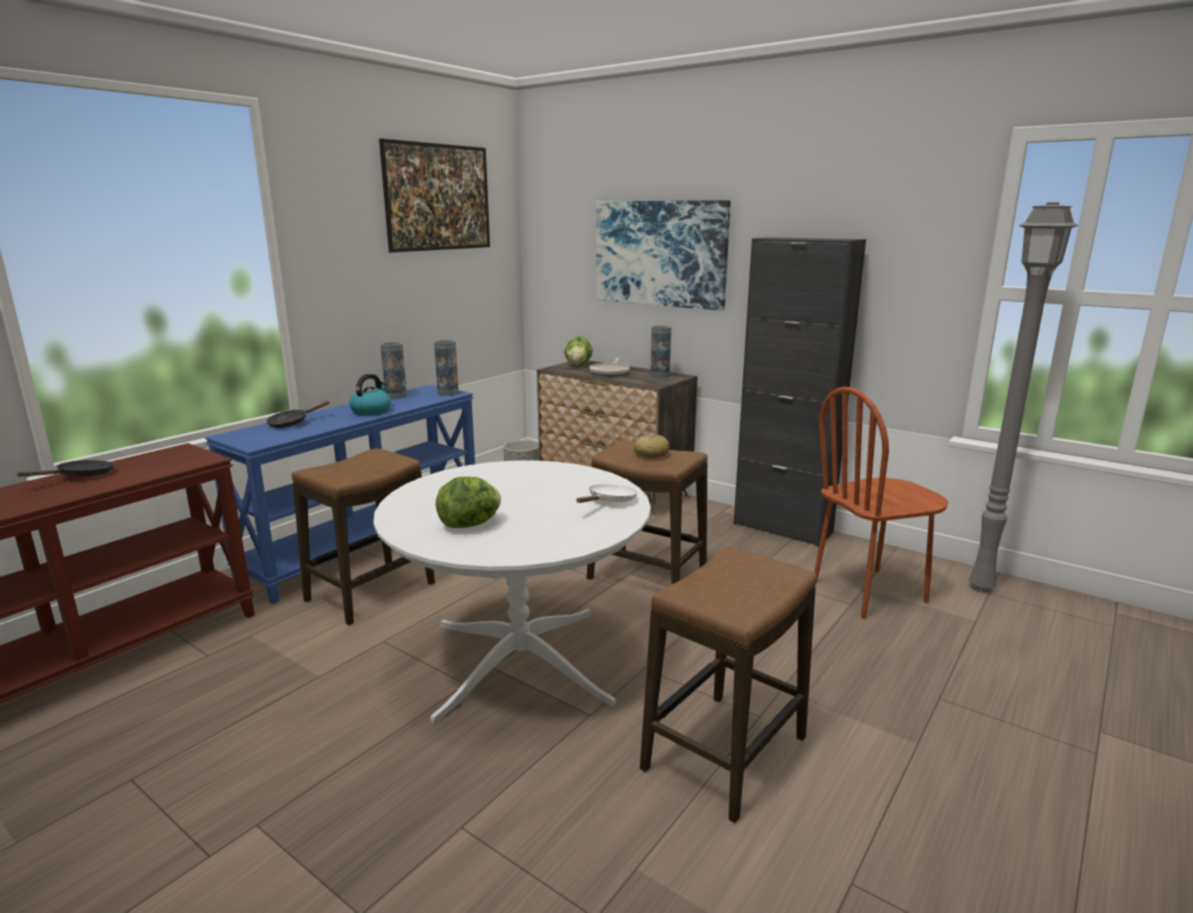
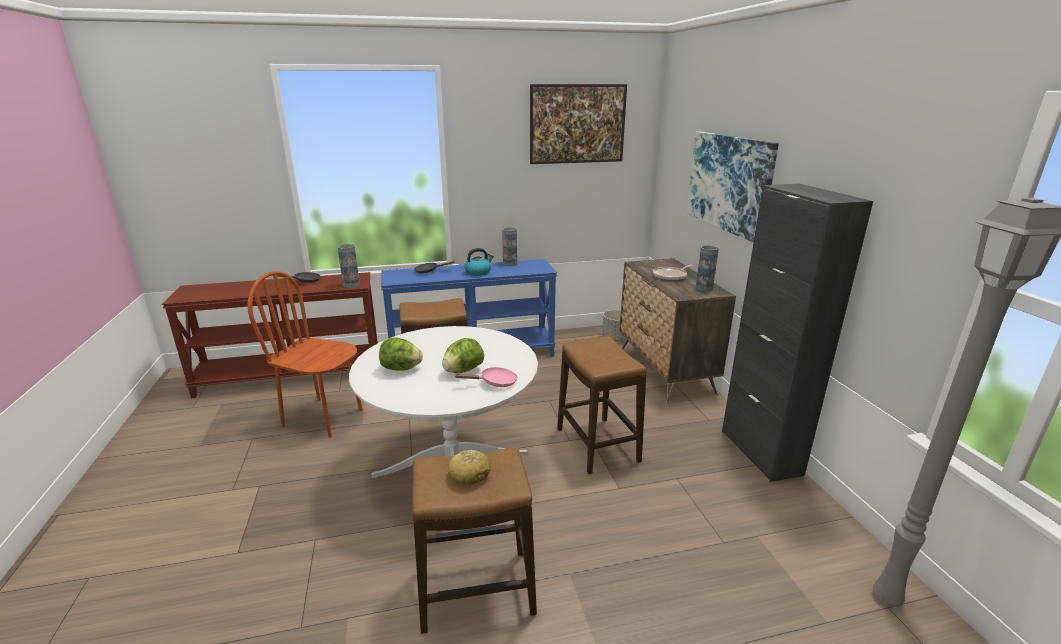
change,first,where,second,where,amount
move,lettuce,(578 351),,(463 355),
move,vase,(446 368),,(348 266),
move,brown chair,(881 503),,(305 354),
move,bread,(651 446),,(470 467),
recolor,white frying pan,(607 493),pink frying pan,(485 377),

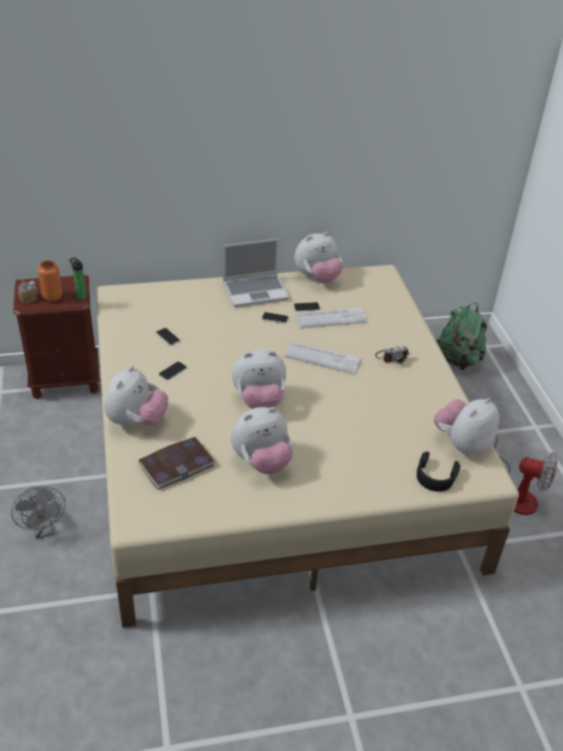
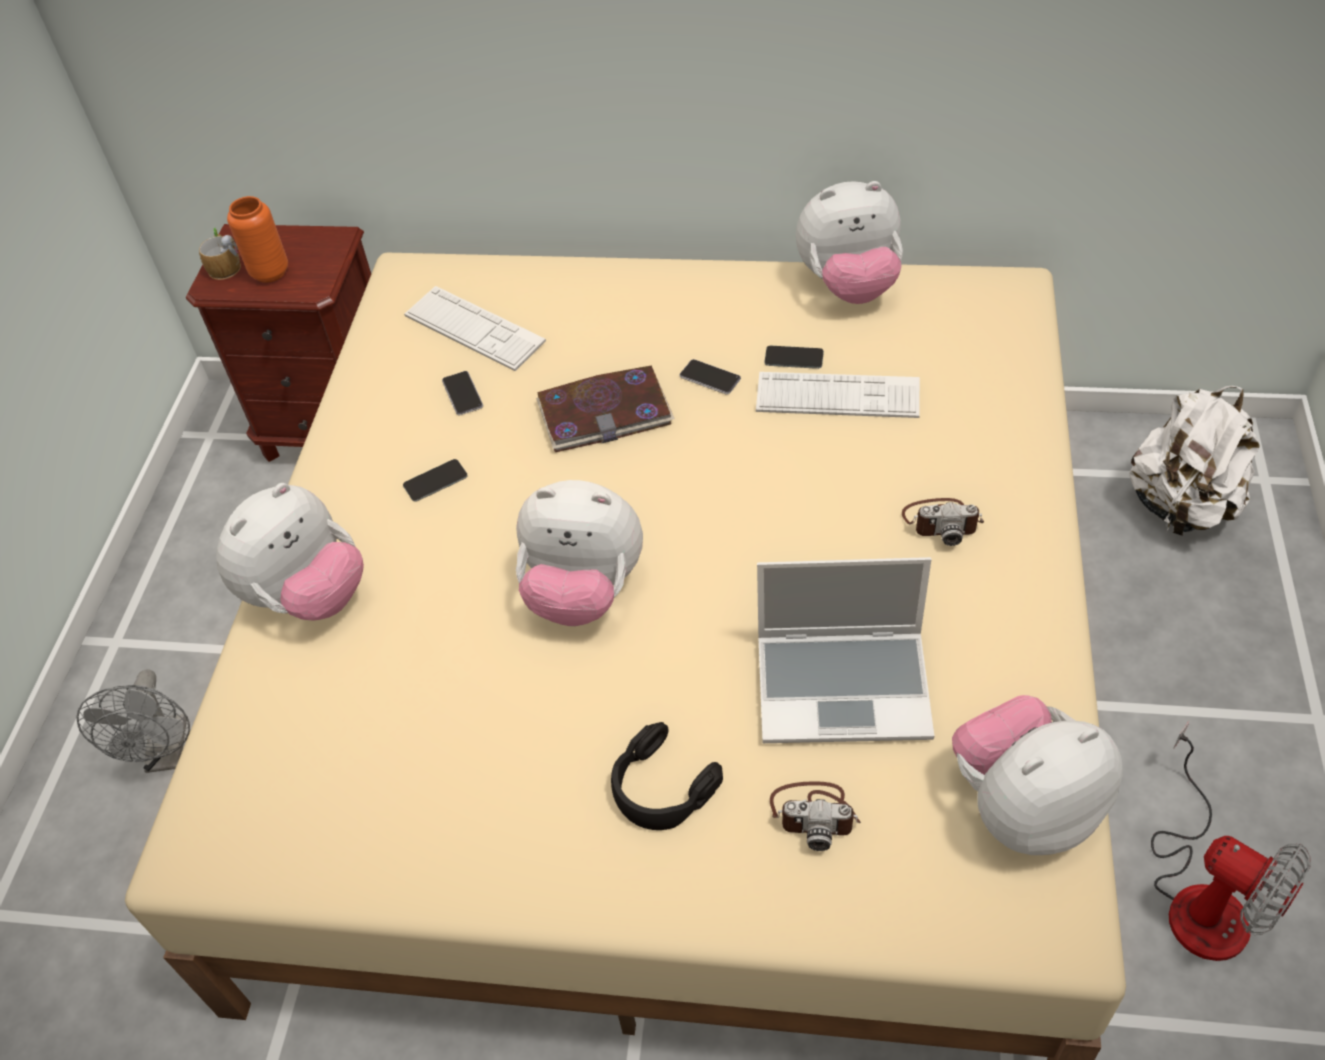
change,first,where,second,where,amount
move,laptop,(256 273),,(845 650),
delete,bottle,(78 278),,,
recolor,green backpack,(461 336),white backpack,(1194 461),
move,keyboard,(322 357),,(475 328),
delete,plush toy,(262 440),,,
move,book,(177 463),,(605 408),
move,black headphones,(439 472),,(667 776),
insert,,,photo camera,(815 816),

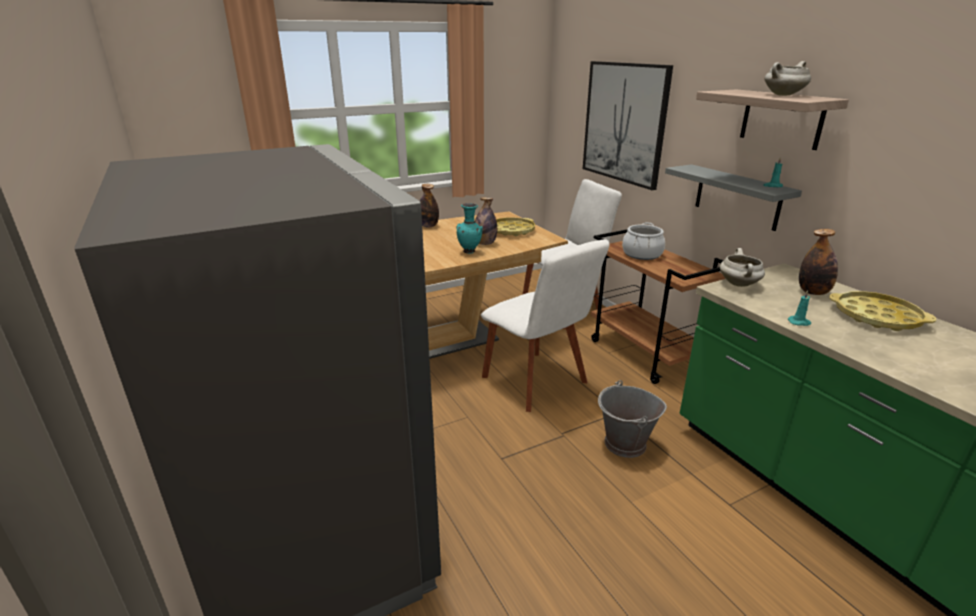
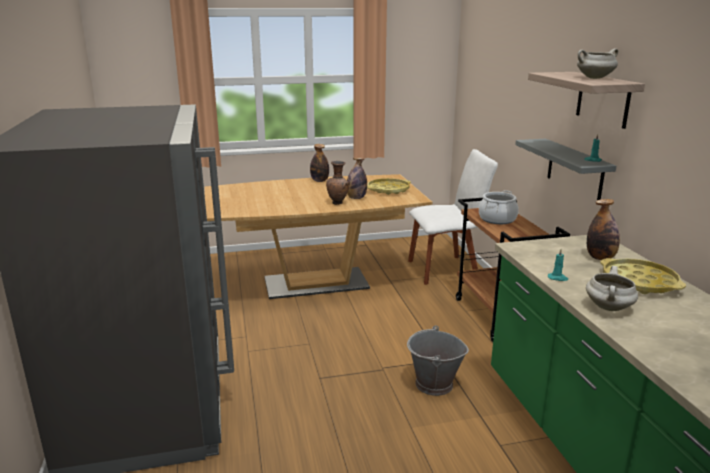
change,first,where,second,where,amount
delete,picture,(628 125),,,
recolor,turquoise vase,(469 228),brown vase,(338 183),
delete,white chair,(545 325),,,
move,white cooking pot,(742 267),,(612 288),

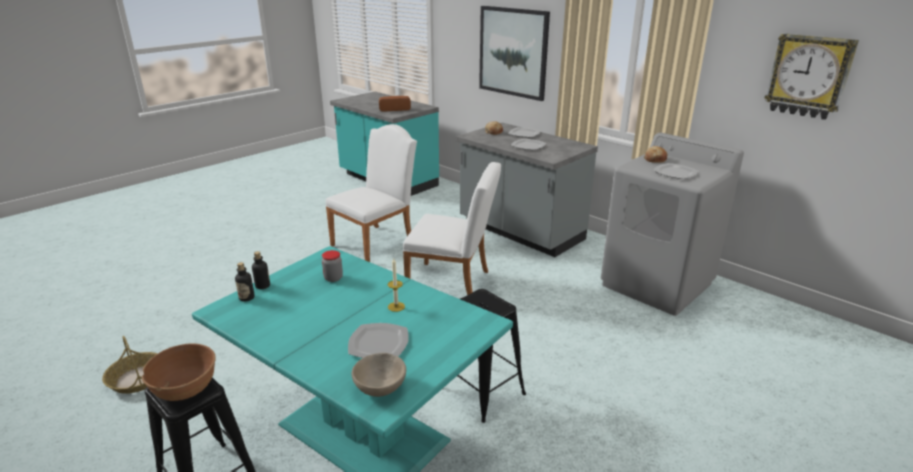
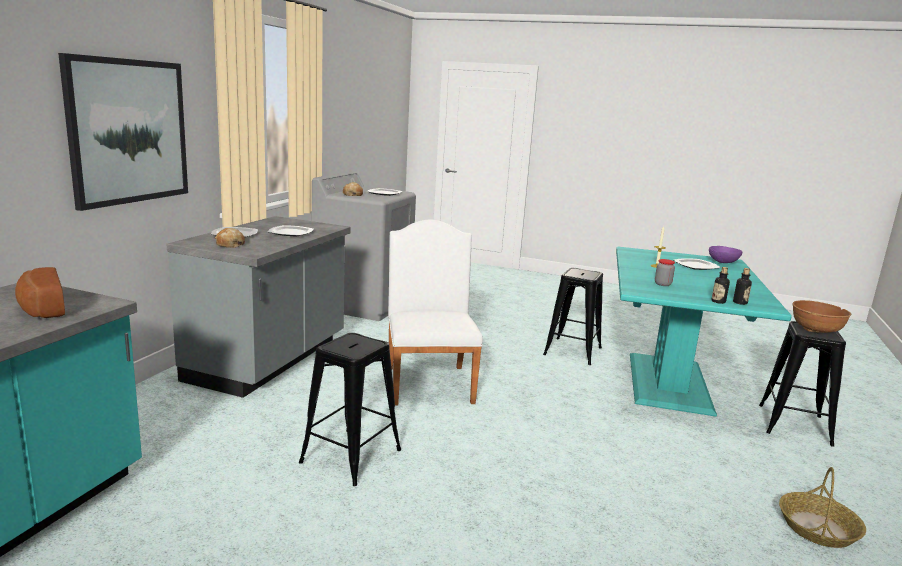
change,first,where,second,where,amount
delete,wall clock,(811 76),,,
replace,white chair,(371 193),black stool,(350 409),
recolor,beige bowl,(379 374),purple bowl,(725 254),

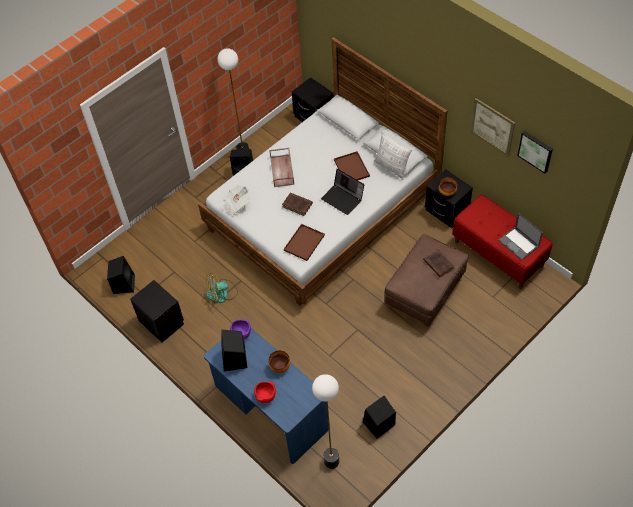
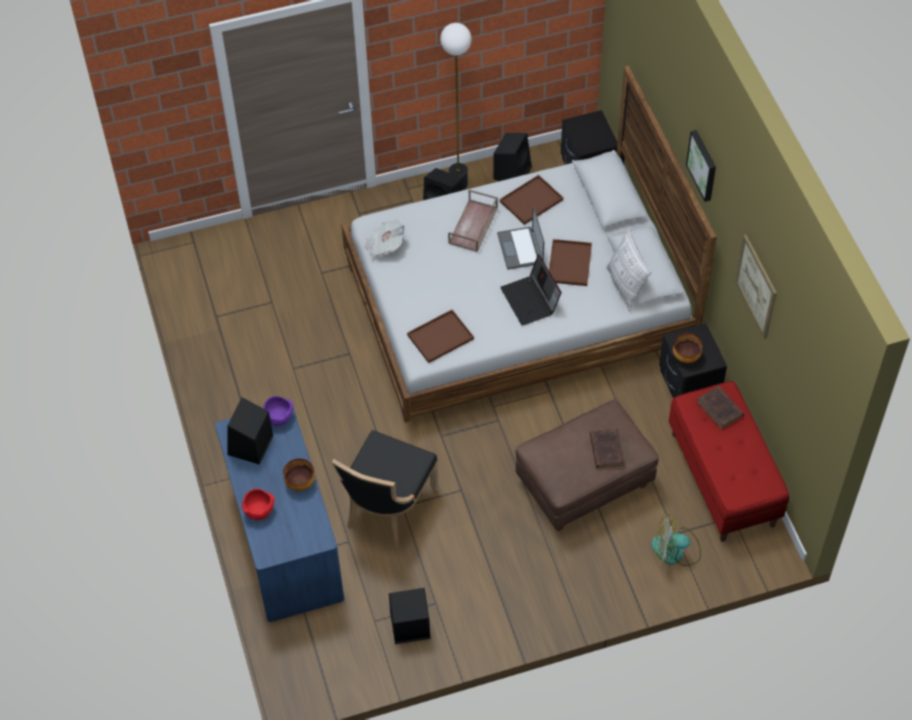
change,first,where,second,where,amount
move,picture,(535 152),,(701 166),
move,brown book,(297 204),,(720 408),
move,laptop,(520 236),,(520 237),
move,black speaker,(121 275),,(512 157),
move,fan,(222 288),,(676 540),
delete,black nightstand,(157 311),,,
delete,floor lamp,(325 421),,,
insert,,,brown tray,(531 200),
insert,,,black chair,(386 489),

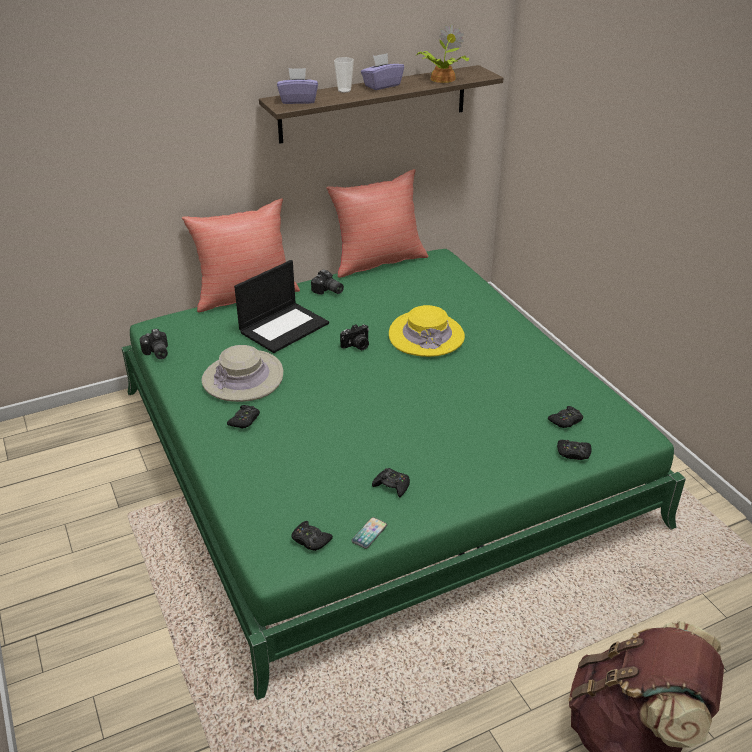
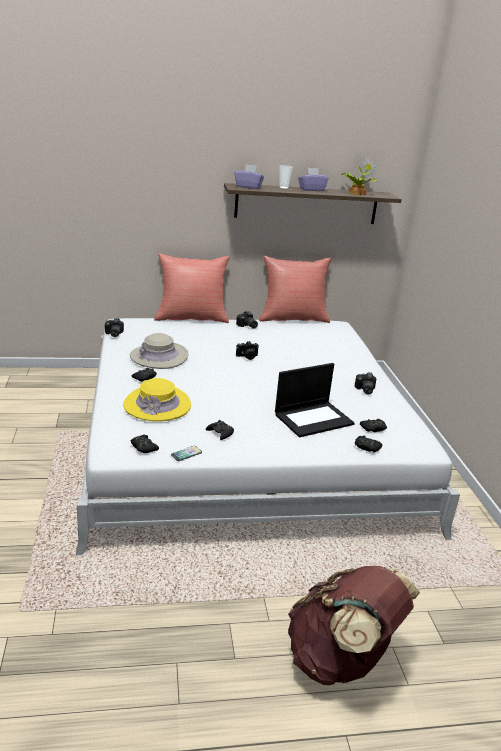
change,first,where,second,where,amount
recolor,green bed,(404 474),white bed,(268 436),
move,laptop,(281 306),,(315 400),
move,yellow hat,(427 331),,(157 399),
insert,,,photo camera,(365 383),

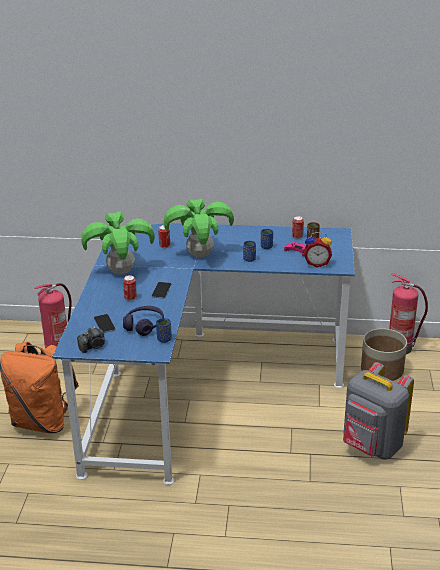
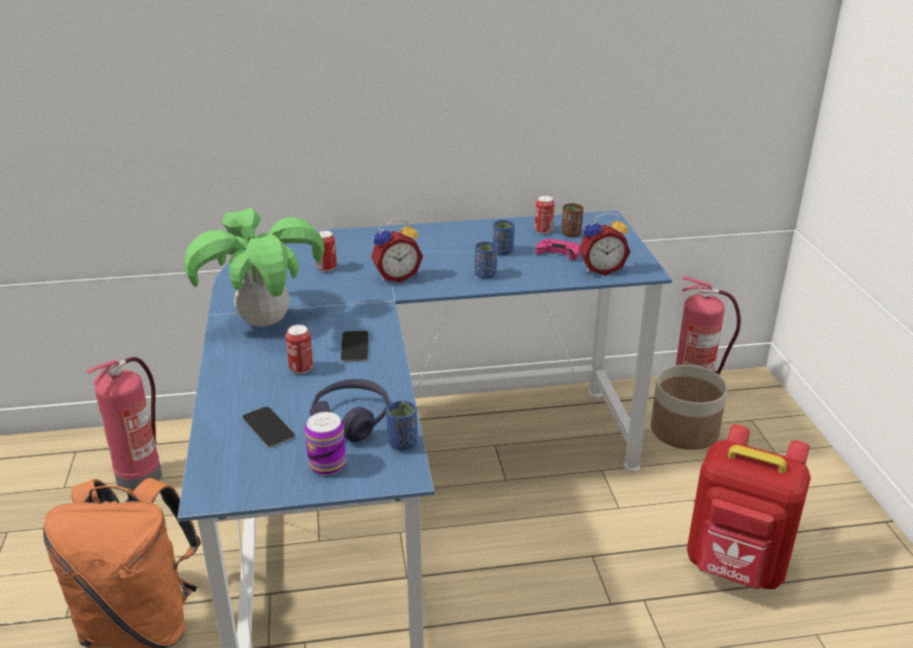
change,first,where,second,where,amount
replace,potted plant,(199 228),alarm clock,(397 250),
delete,photo camera,(91 339),,,
recolor,grey backpack,(378 411),red backpack,(749 506),
insert,,,can,(325 443),

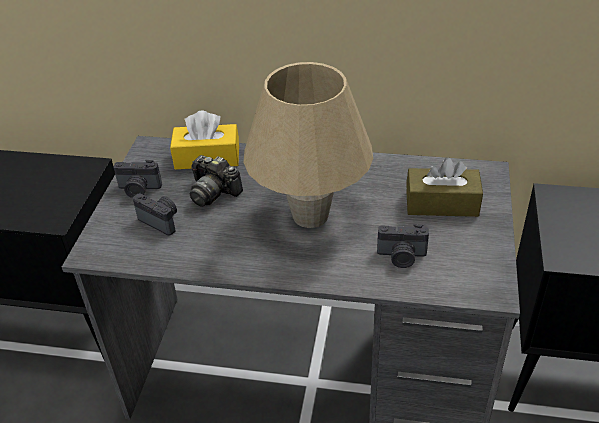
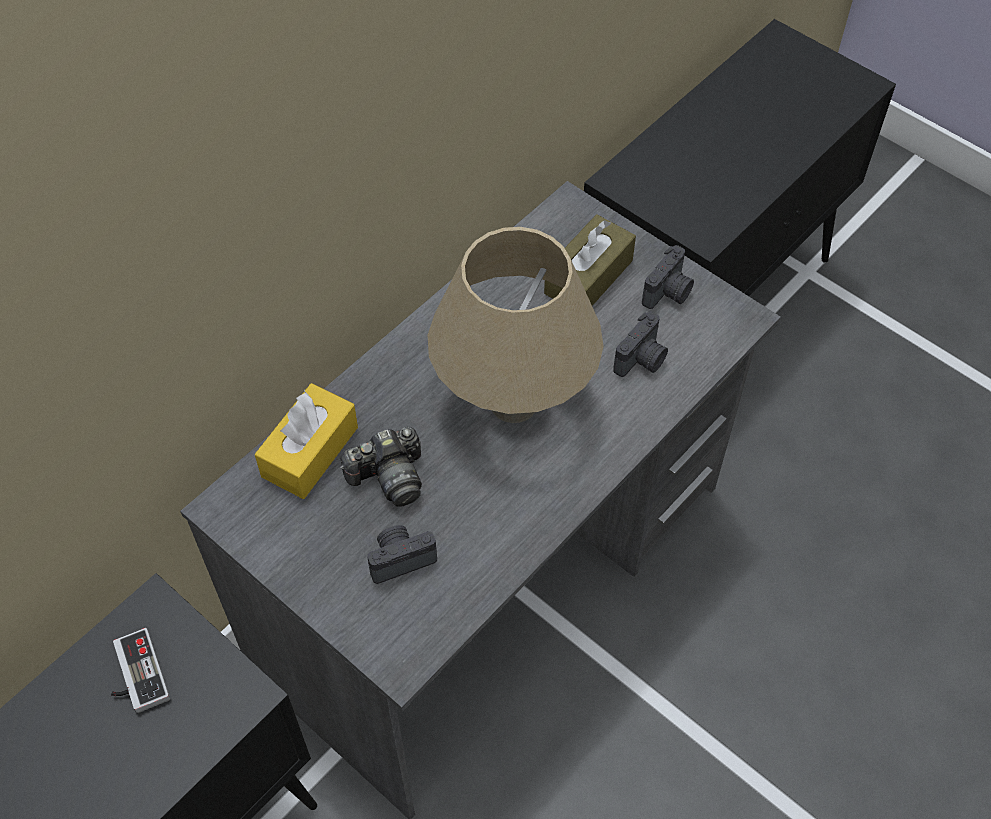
change,first,where,second,where,amount
move,photo camera,(137 179),,(668 277),
insert,,,game controller,(140 670),

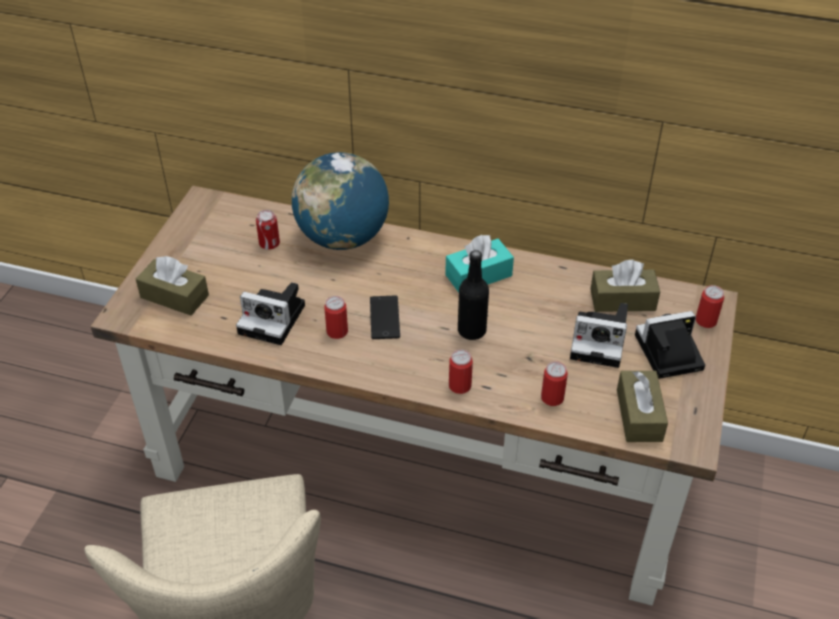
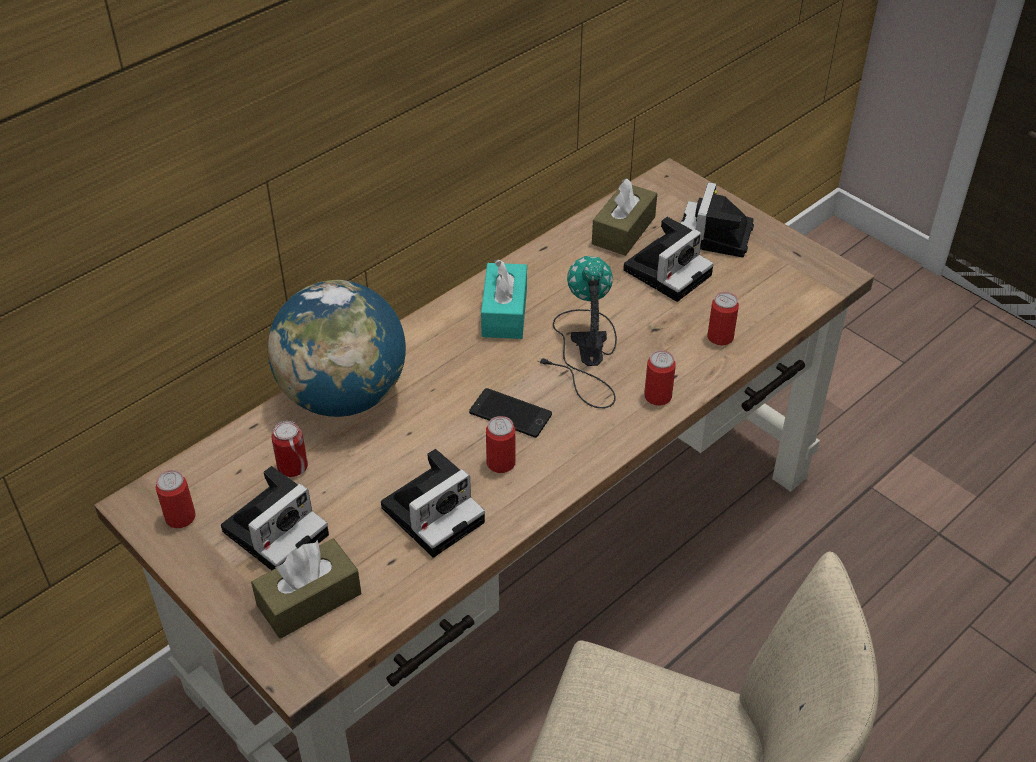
change,first,where,second,where,amount
replace,black bottle,(473 295),table lamp,(577 332),
move,can,(710 306),,(175 499),
delete,brown tissue box,(642 406),,,
insert,,,photo camera,(275 518),

